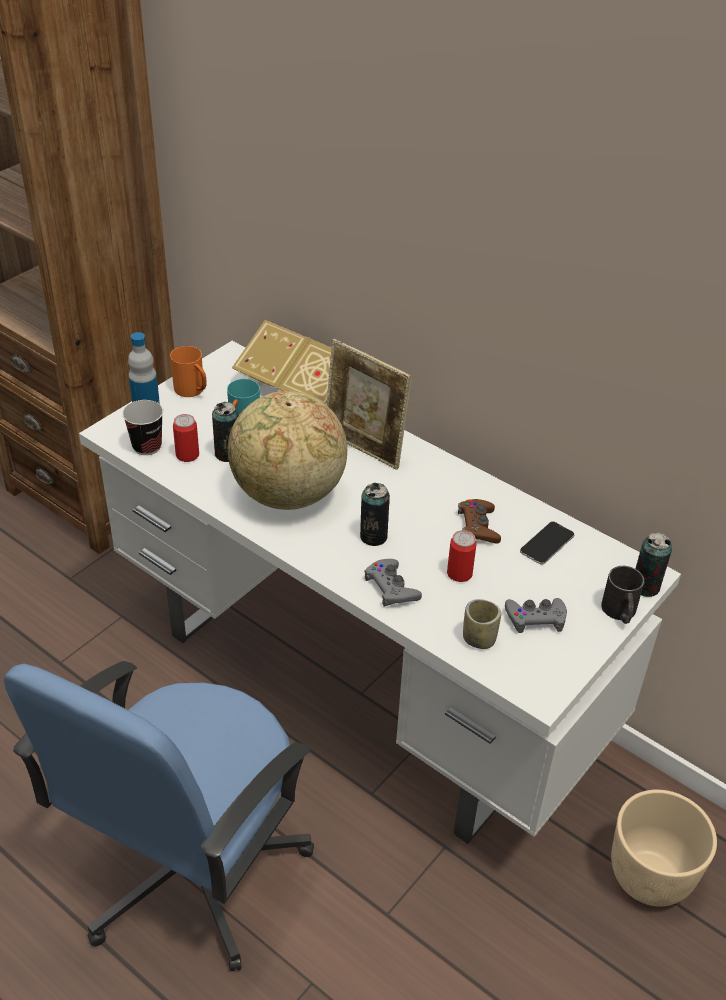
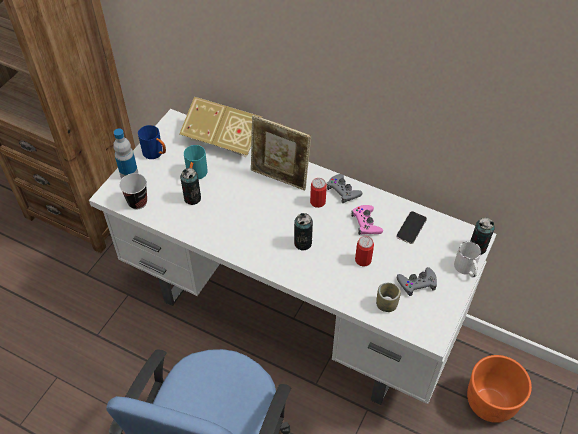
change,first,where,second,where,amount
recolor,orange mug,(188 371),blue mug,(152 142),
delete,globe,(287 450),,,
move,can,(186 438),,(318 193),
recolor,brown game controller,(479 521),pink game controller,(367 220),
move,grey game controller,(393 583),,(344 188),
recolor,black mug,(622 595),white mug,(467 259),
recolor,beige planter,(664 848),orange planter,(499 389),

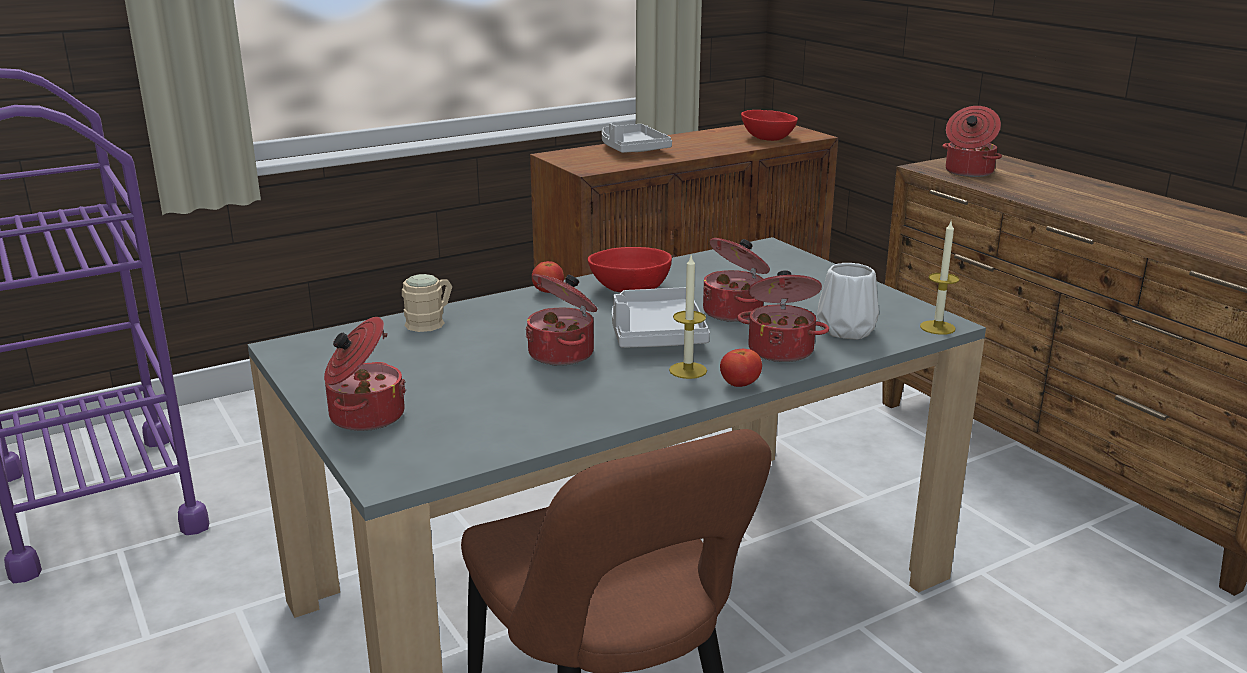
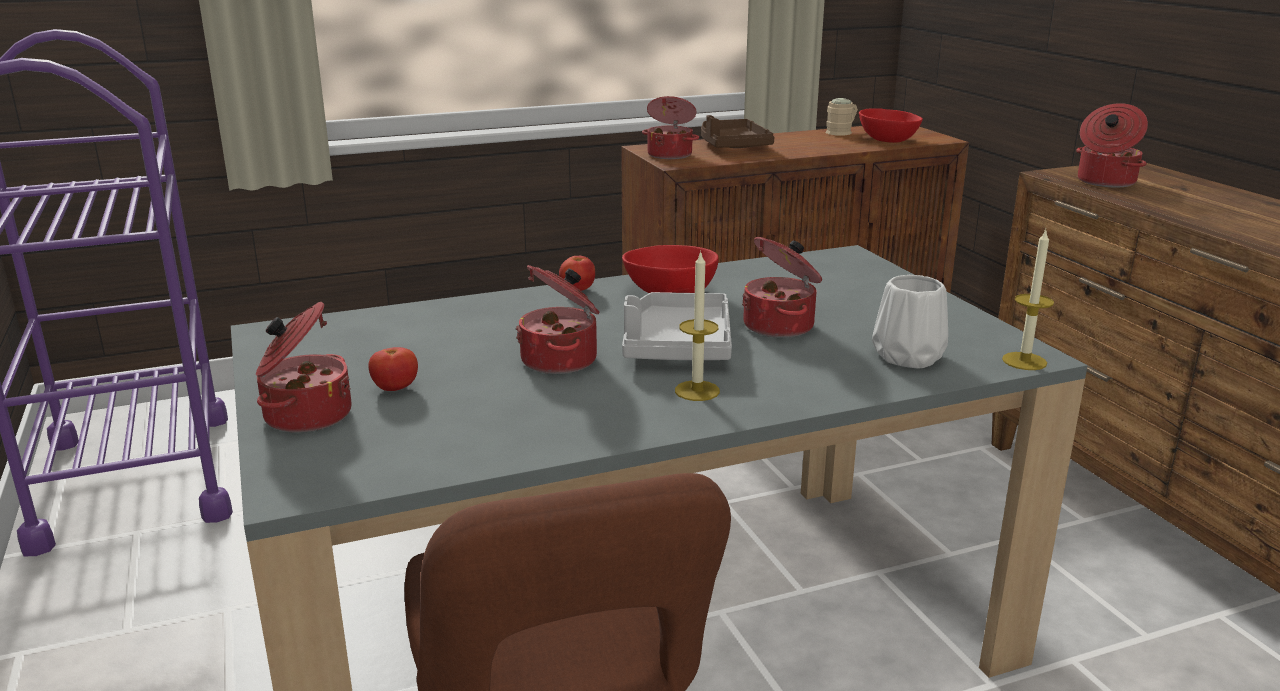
change,first,where,second,where,amount
recolor,grey tray,(637 138),brown tray,(738 131),
move,cooking pot,(783 316),,(670 127),
move,beige mug,(427 303),,(842 116),
move,tomato,(741 368),,(393 369),

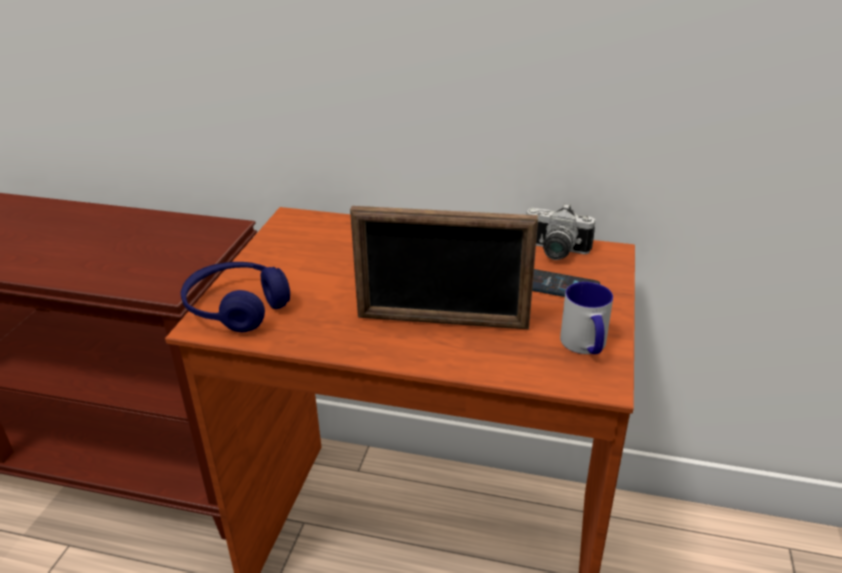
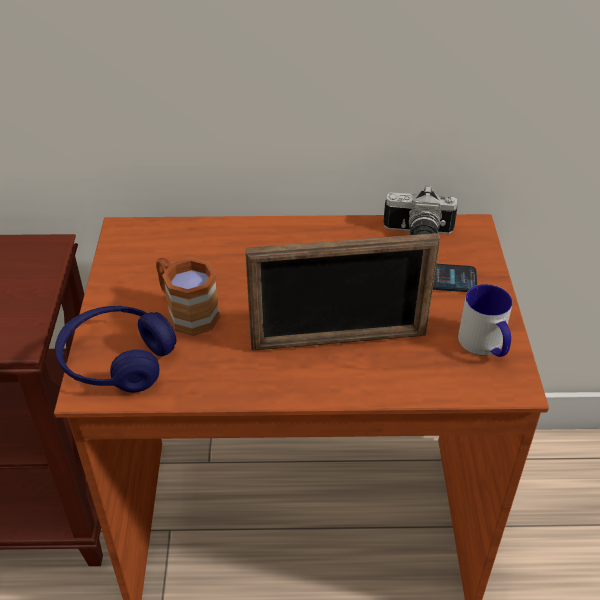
change,first,where,second,where,amount
insert,,,brown mug,(188 296),

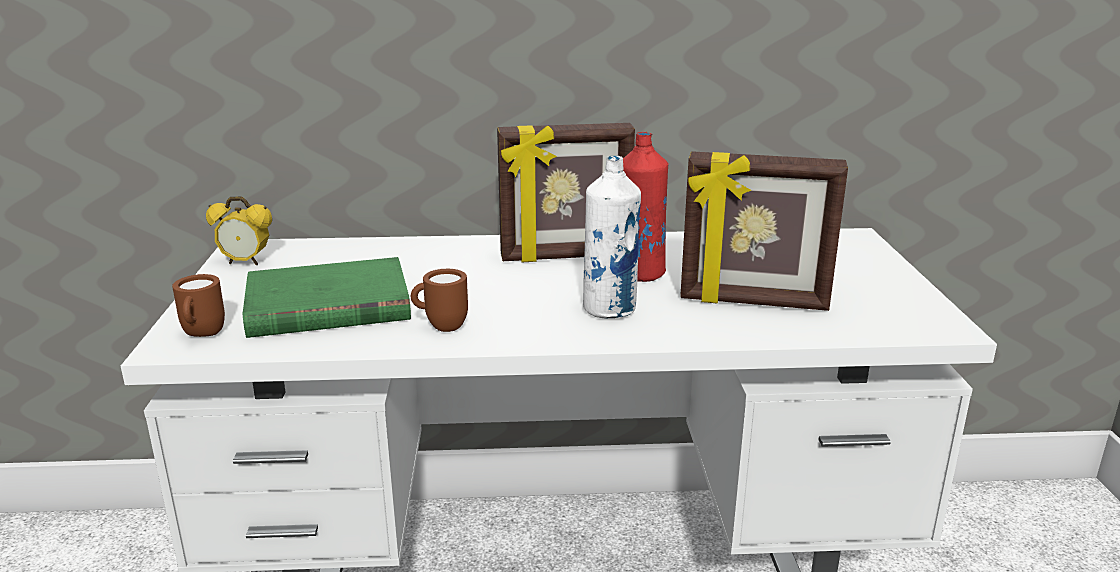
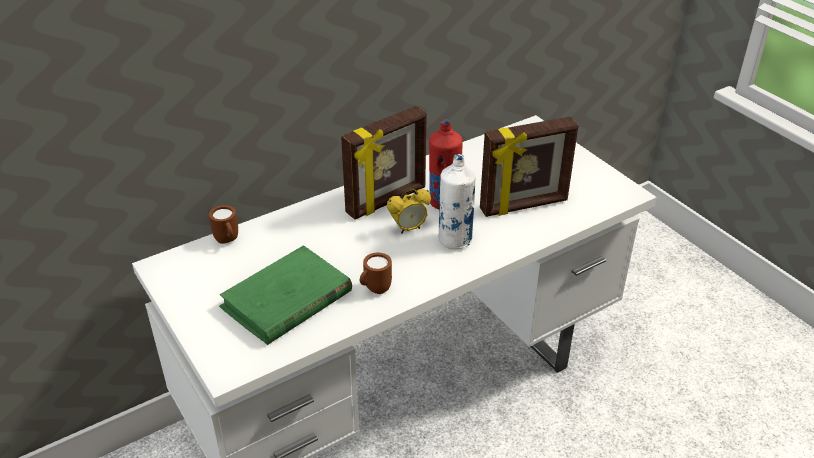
change,first,where,second,where,amount
move,alarm clock,(239 230),,(409 211),
move,brown mug,(198 305),,(223 224),

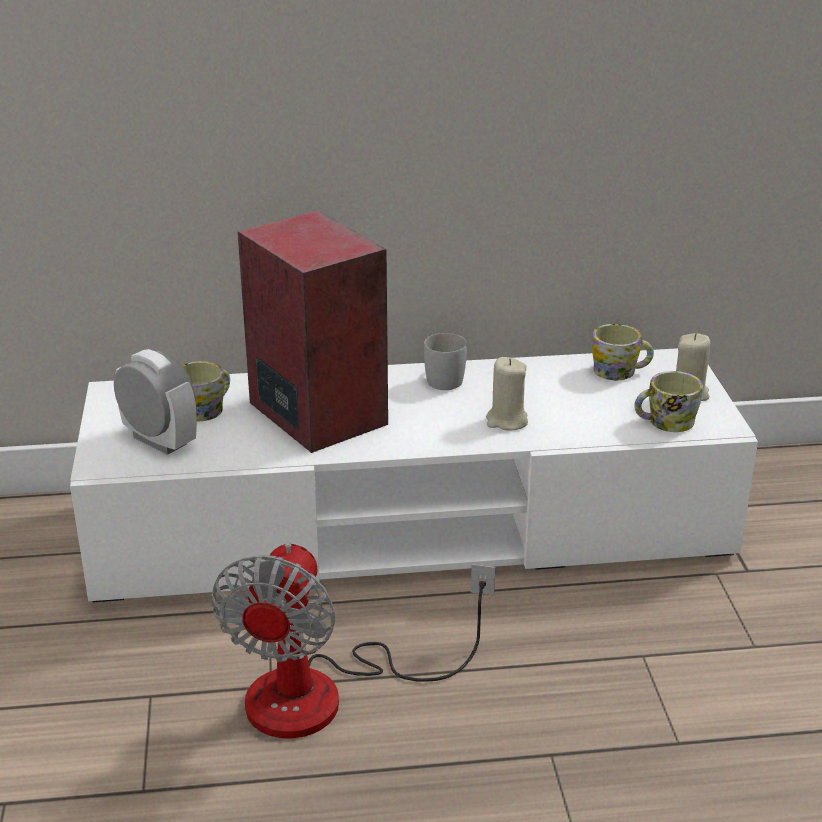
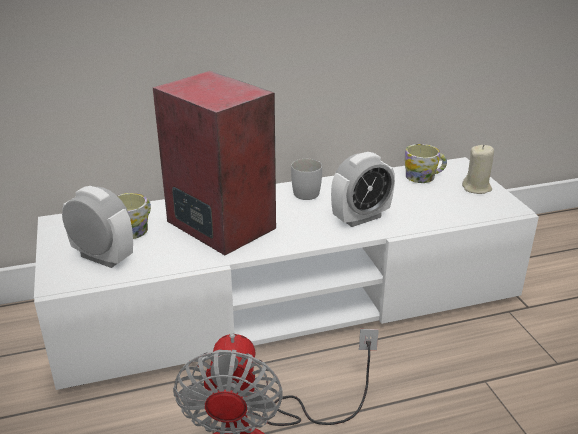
change,first,where,second,where,amount
replace,beige candle,(507 394),alarm clock,(363 189),
delete,mug,(668 401),,,

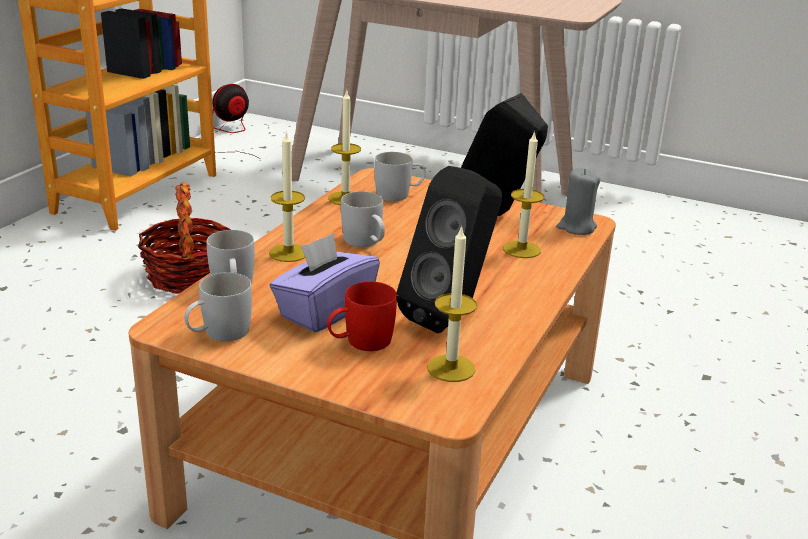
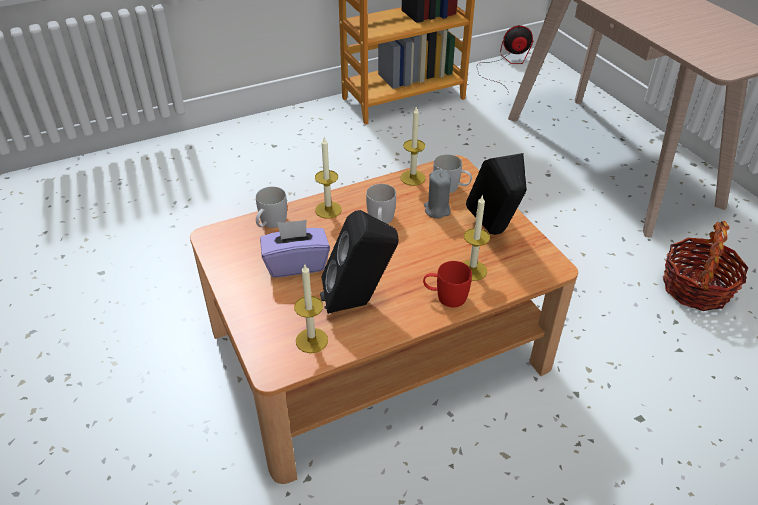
change,first,where,second,where,amount
move,grey candle,(578 201),,(437 193),
move,basket,(184 238),,(705 266),
delete,white mug,(218 307),,,
move,red mug,(362 316),,(447 284),

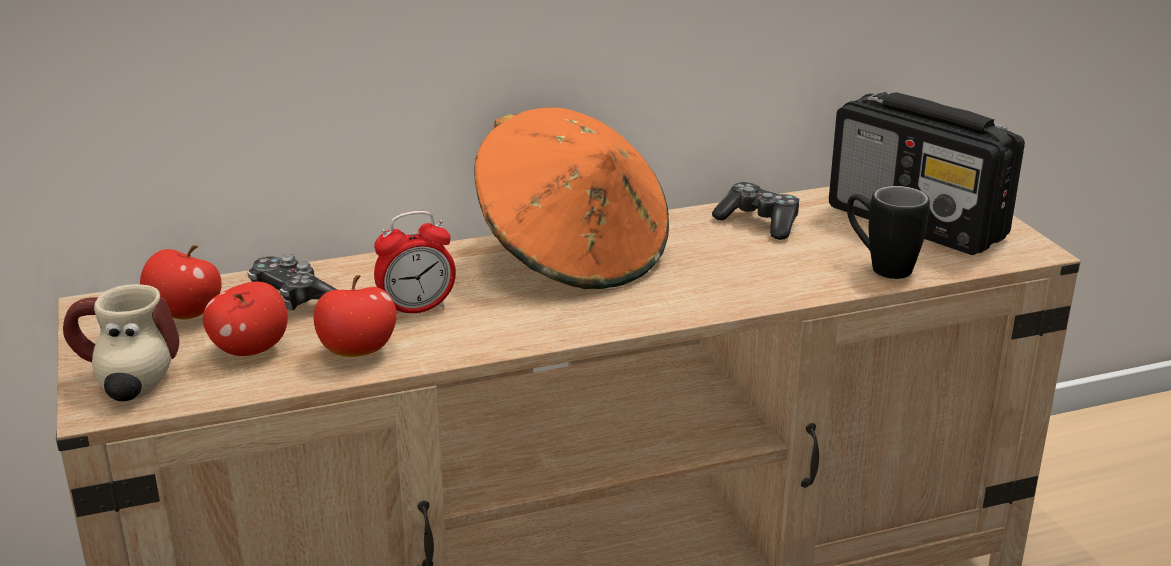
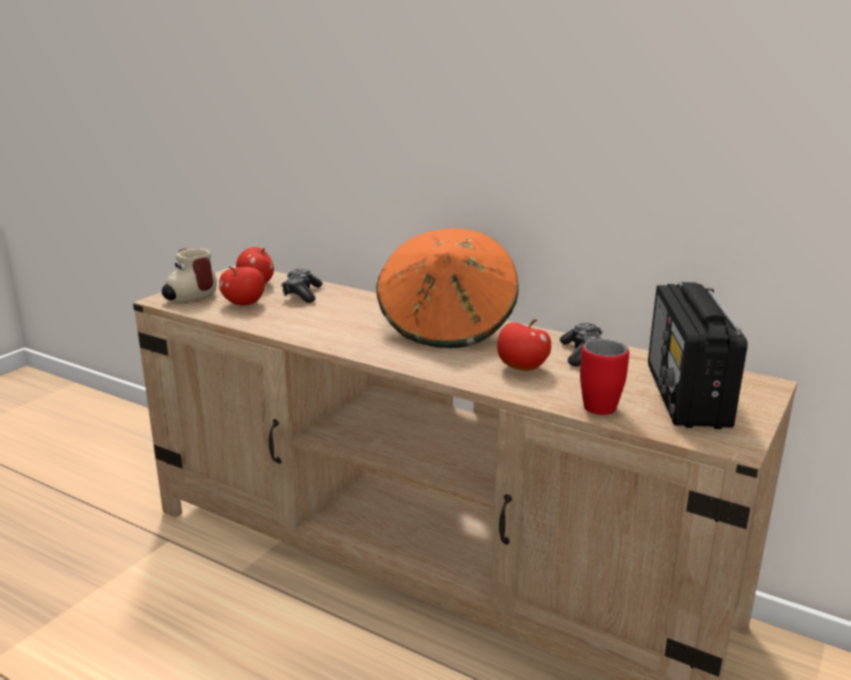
change,first,where,second,where,amount
recolor,black mug,(888 232),red mug,(604 377),
delete,alarm clock,(415 262),,,
move,apple,(355 316),,(524 345),

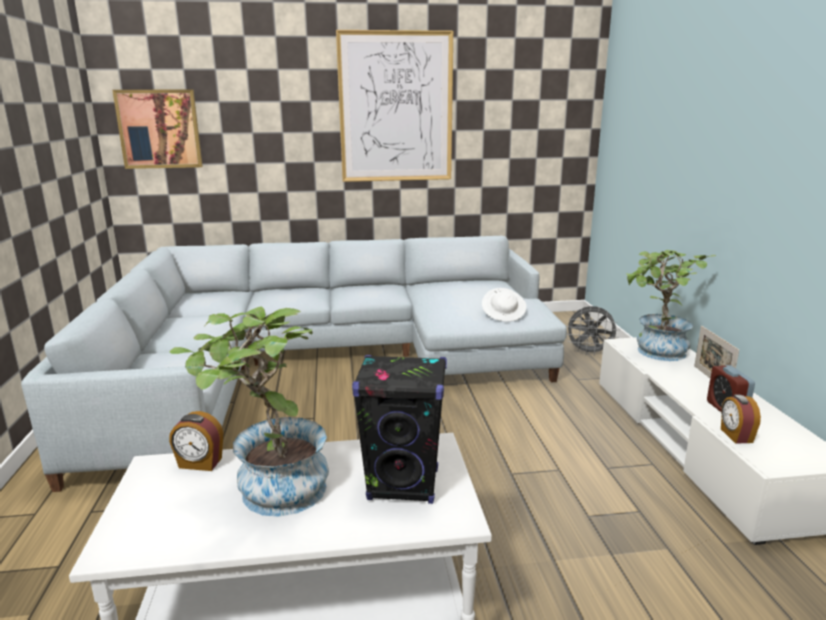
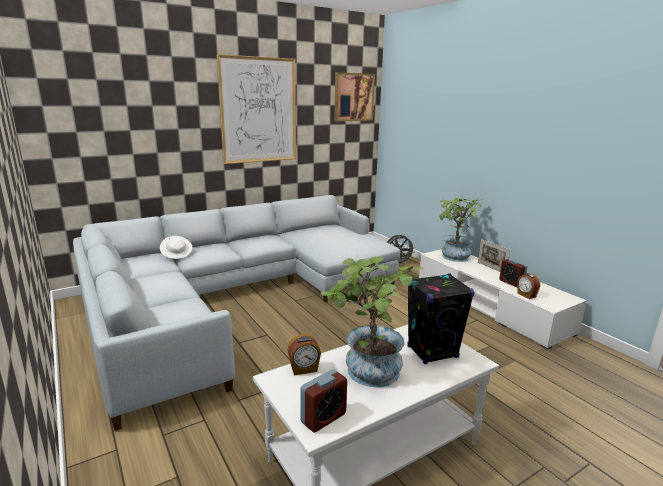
change,first,where,second,where,amount
move,picture,(157 129),,(354 96),
move,white hat,(504 305),,(176 247),
insert,,,alarm clock,(323 401),

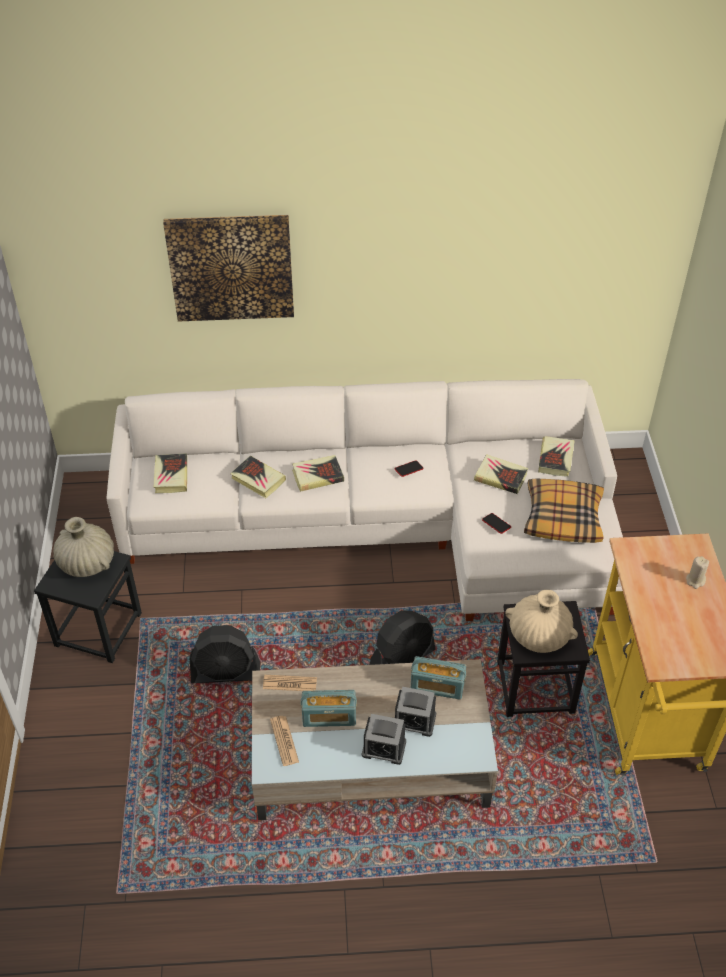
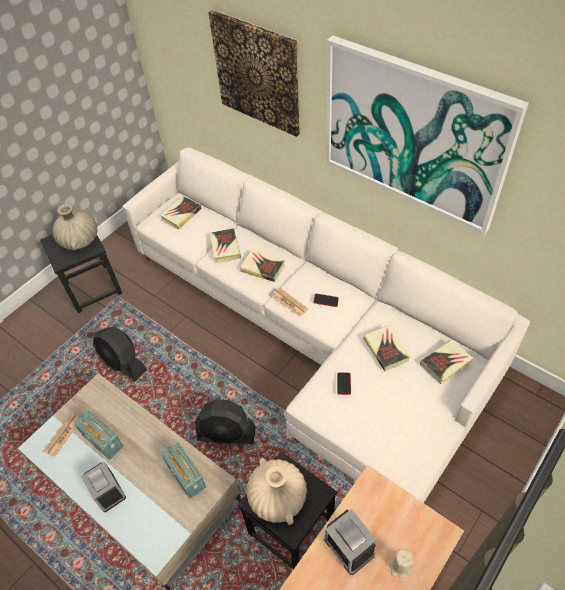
change,first,where,second,where,amount
delete,pillow,(564 510),,,
move,newspaper,(290 683),,(290 302),
move,alarm clock,(415 712),,(350 542),
insert,,,picture,(427 134),

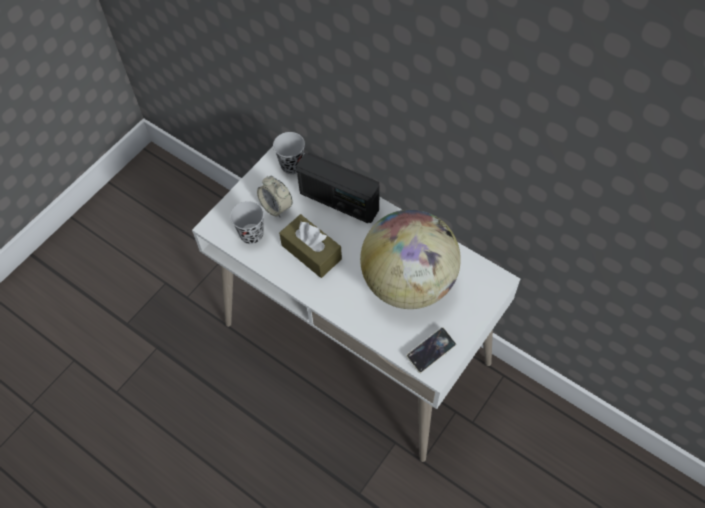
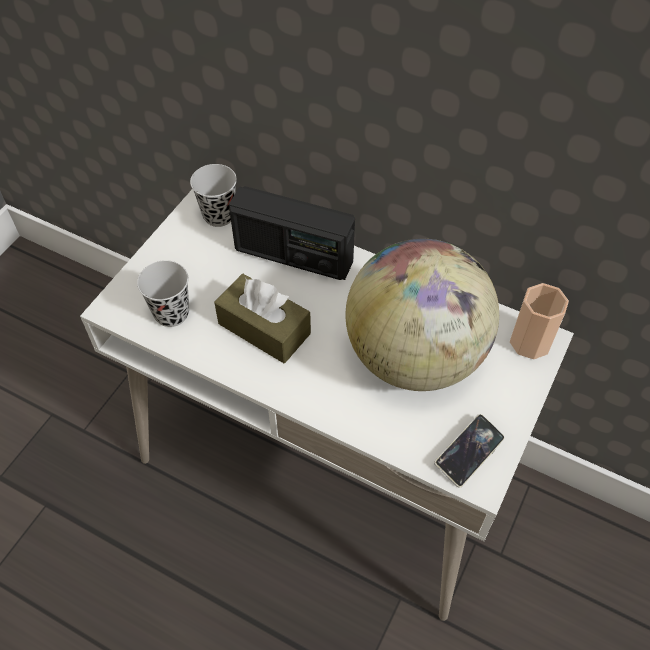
change,first,where,second,where,amount
delete,alarm clock,(275 197),,,
insert,,,cup,(539 321),

